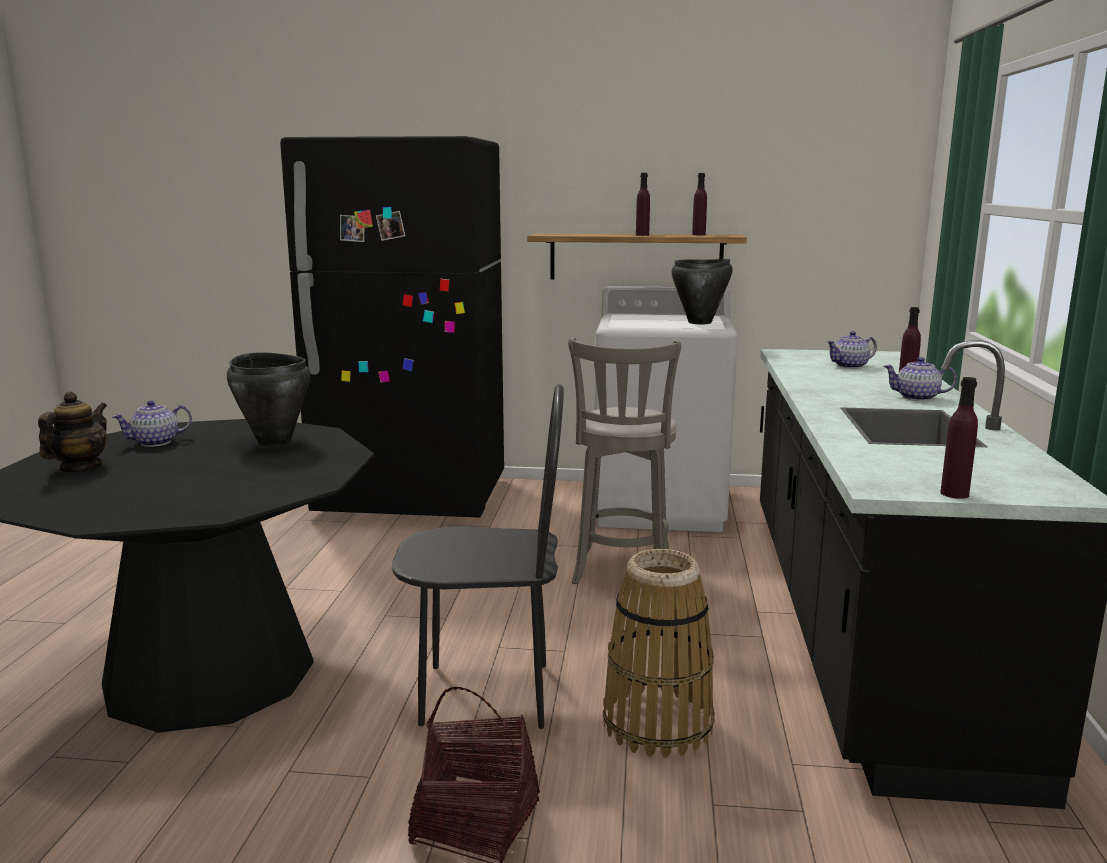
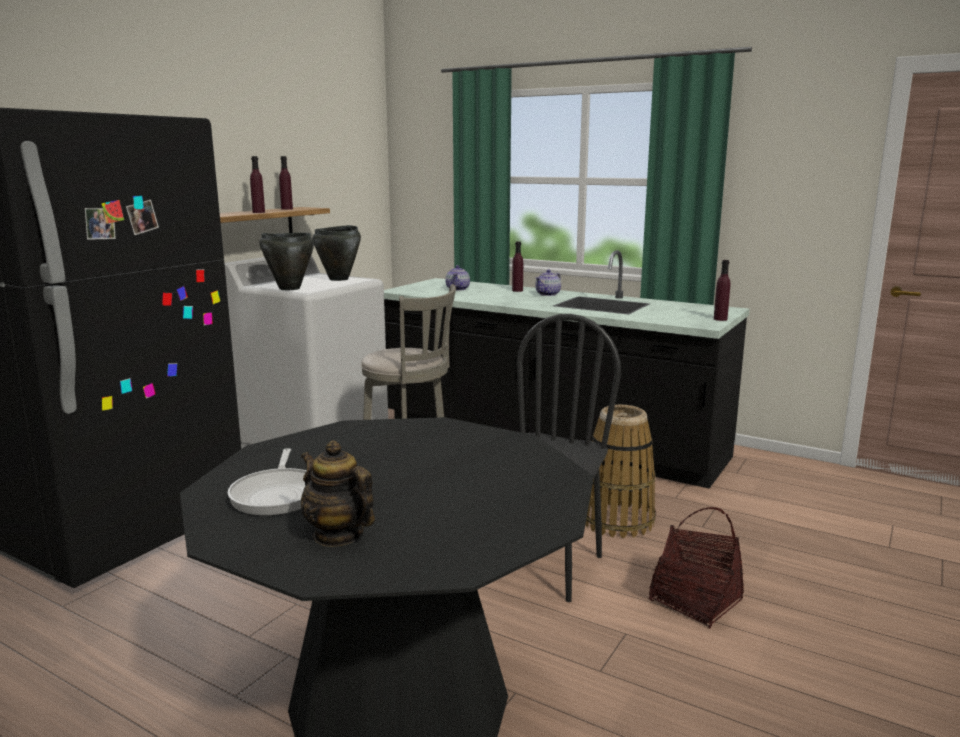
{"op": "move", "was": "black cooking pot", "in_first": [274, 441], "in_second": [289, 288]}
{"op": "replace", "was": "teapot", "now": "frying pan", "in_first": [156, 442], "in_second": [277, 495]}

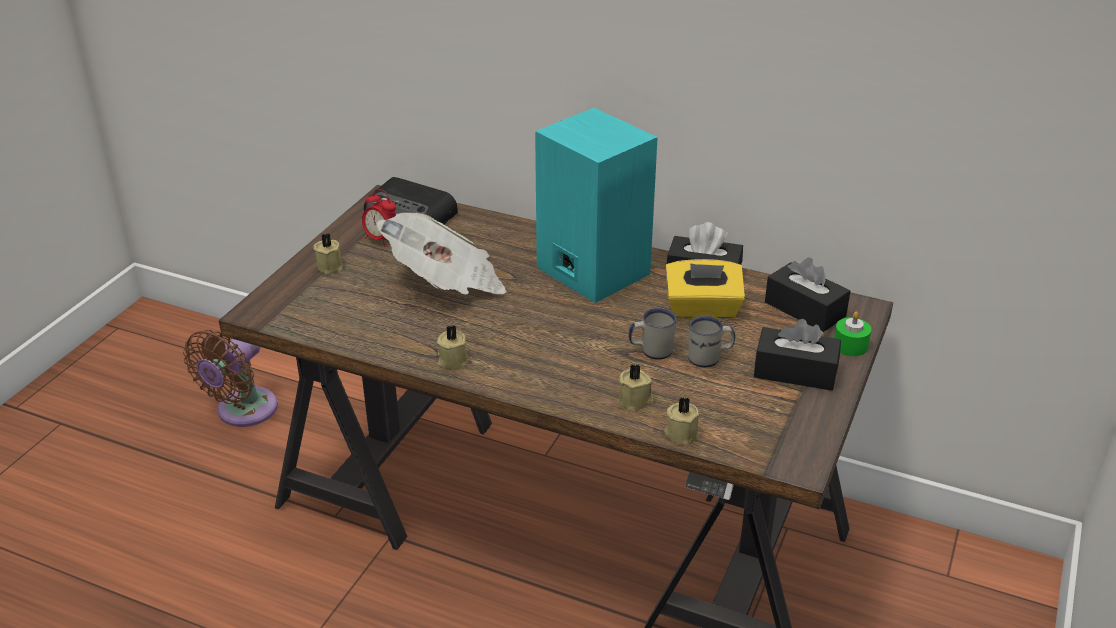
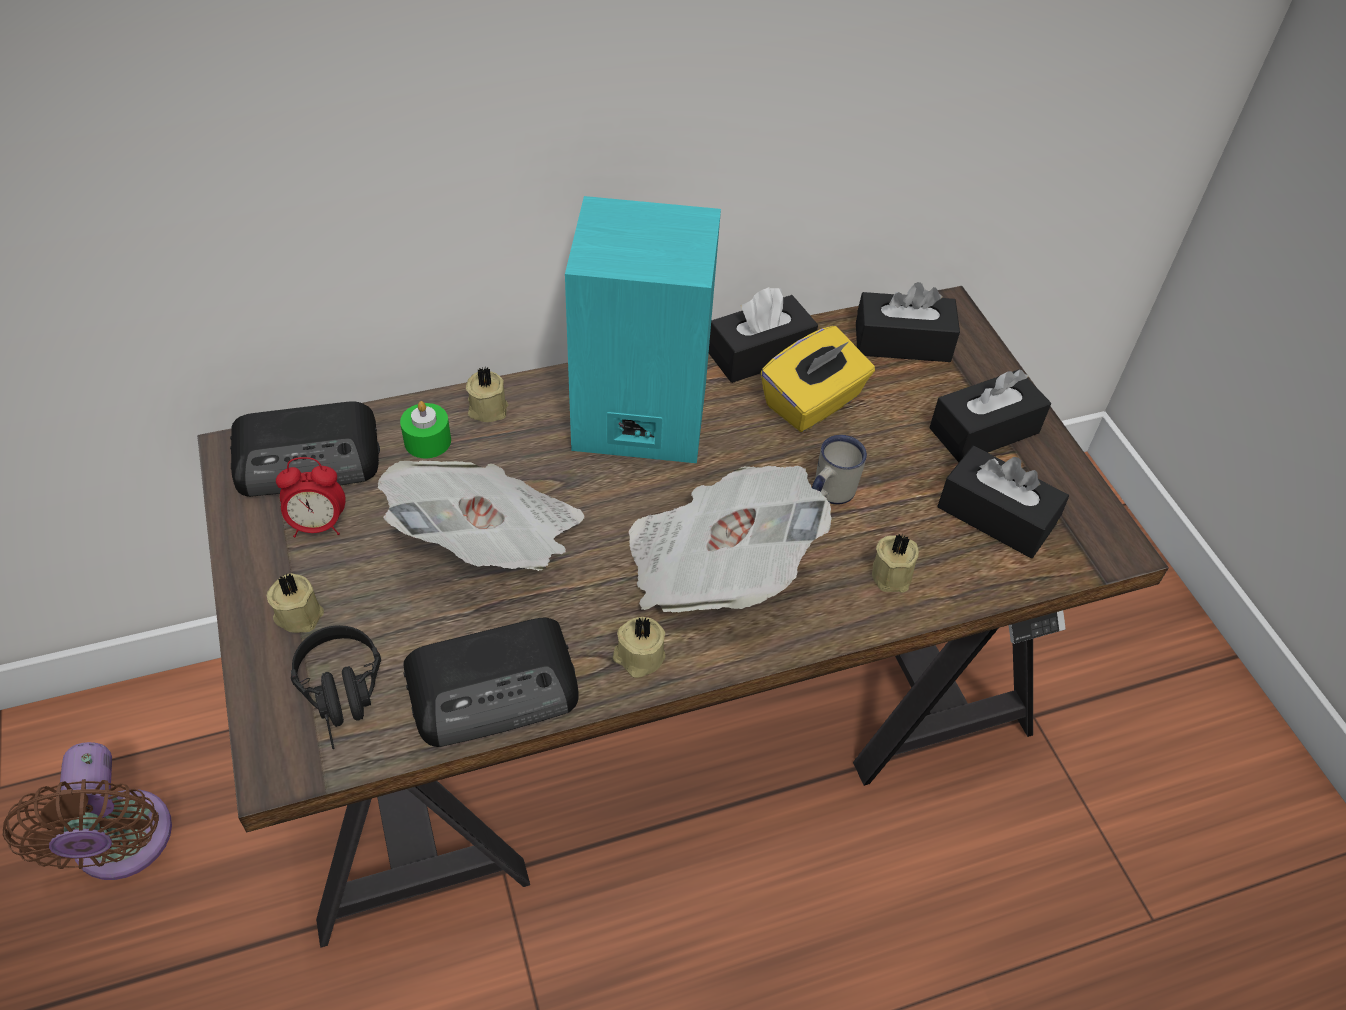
{"op": "delete", "was": "white mug", "in_first": [709, 358]}
{"op": "insert", "now": "black headphones", "in_second": [344, 697]}
{"op": "insert", "now": "radio", "in_second": [496, 688]}
{"op": "insert", "now": "newspaper", "in_second": [716, 568]}
{"op": "insert", "now": "black tissue box", "in_second": [996, 516]}
{"op": "move", "was": "beige candle", "in_first": [682, 433], "in_second": [487, 408]}
{"op": "move", "was": "green candle", "in_first": [850, 345], "in_second": [427, 441]}

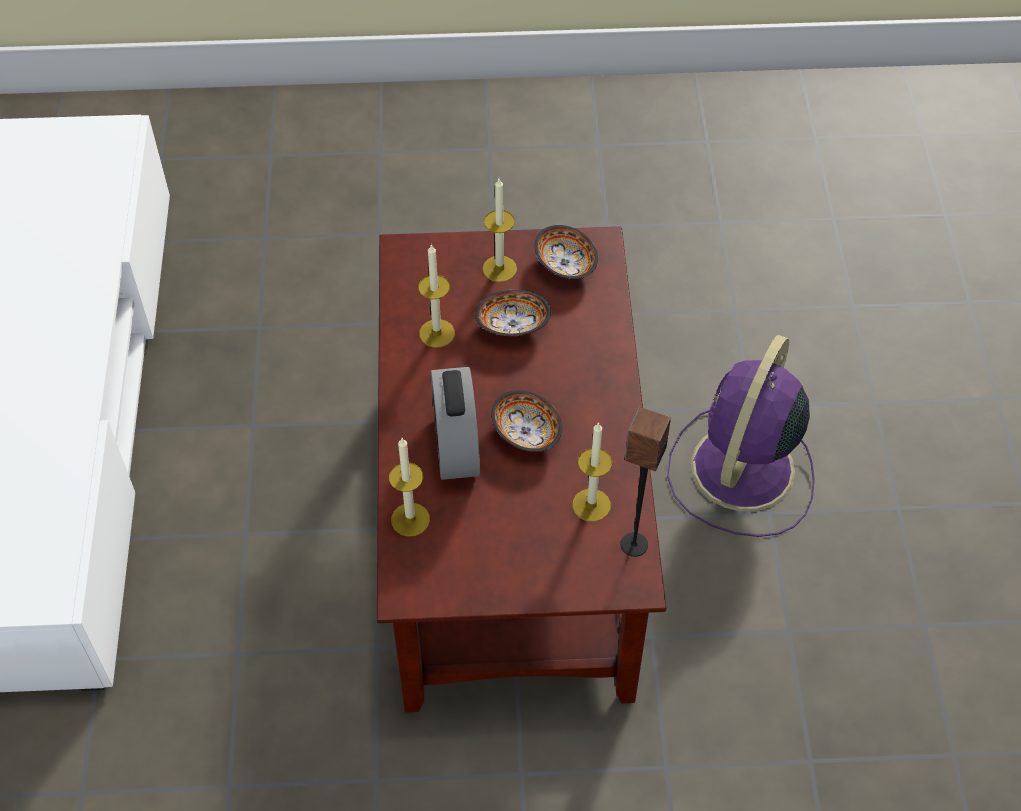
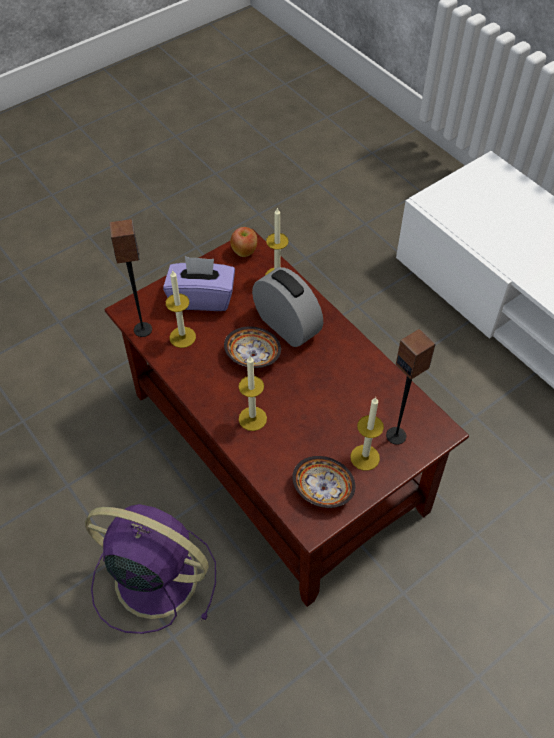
{"op": "delete", "was": "bowl", "in_first": [512, 325]}
{"op": "insert", "now": "purple tissue box", "in_second": [202, 297]}
{"op": "insert", "now": "apple", "in_second": [244, 251]}
{"op": "insert", "now": "speaker", "in_second": [396, 435]}
{"op": "move", "was": "candle", "in_first": [437, 333], "in_second": [252, 418]}
{"op": "rotate", "was": "purple fan", "in_first": [740, 472], "in_second": [152, 576], "clockwise": -60}

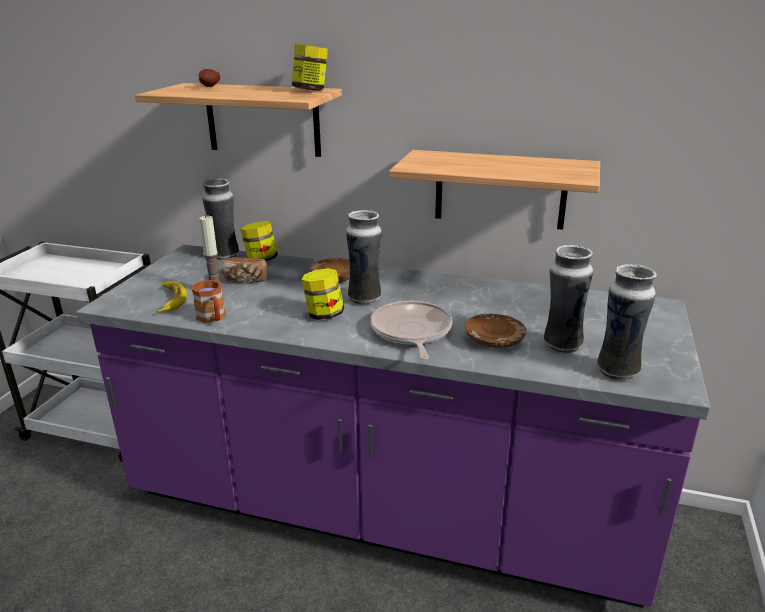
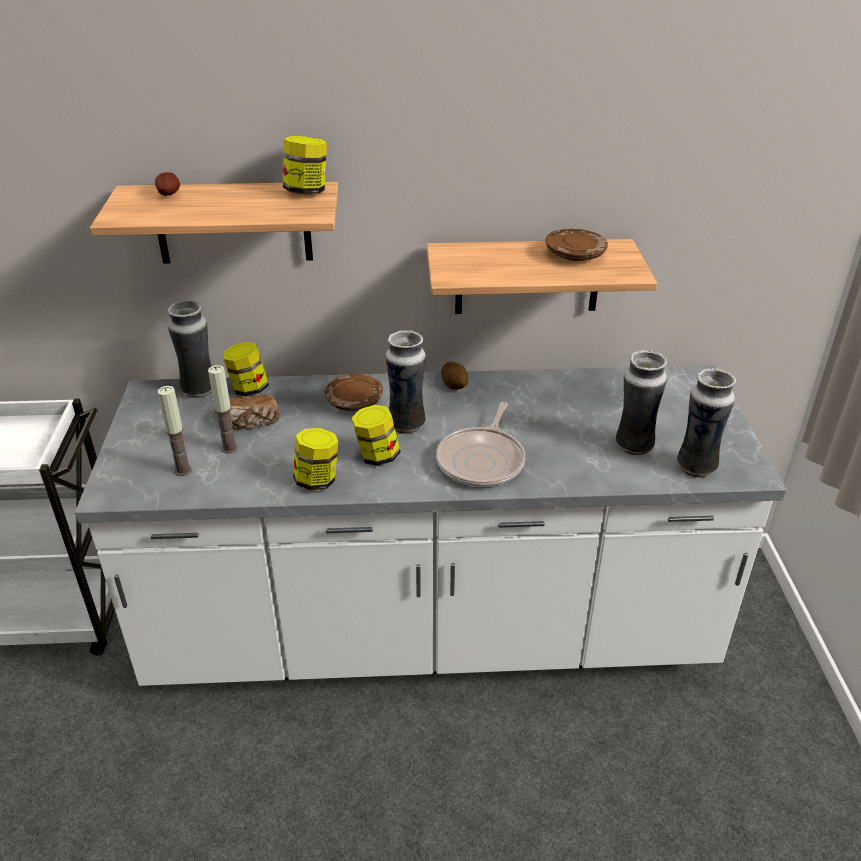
{"op": "delete", "was": "brown mug", "in_first": [213, 318]}
{"op": "insert", "now": "jar", "in_second": [317, 480]}
{"op": "insert", "now": "potato", "in_second": [455, 385]}
{"op": "move", "was": "brown plate", "in_first": [494, 340], "in_second": [575, 254]}
{"op": "replace", "was": "banana", "now": "candle", "in_first": [171, 300], "in_second": [183, 470]}
{"op": "recolor", "was": "purple counter", "now": "white counter", "in_first": [384, 508], "in_second": [430, 630]}
{"op": "rotate", "was": "frying pan", "in_first": [411, 332], "in_second": [482, 460], "clockwise": -135}

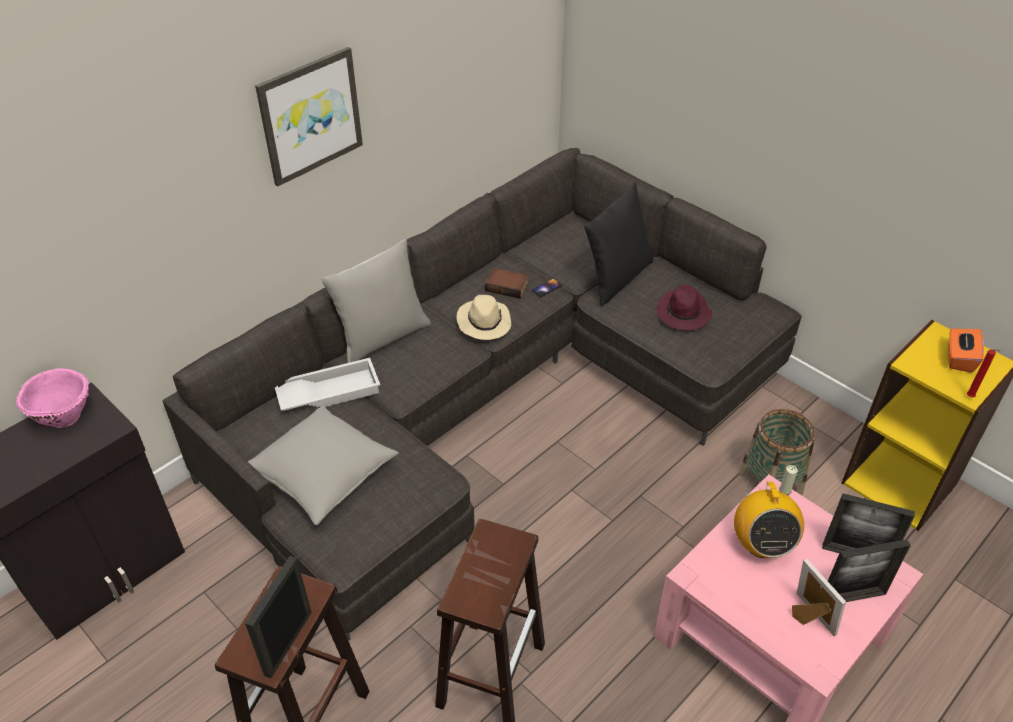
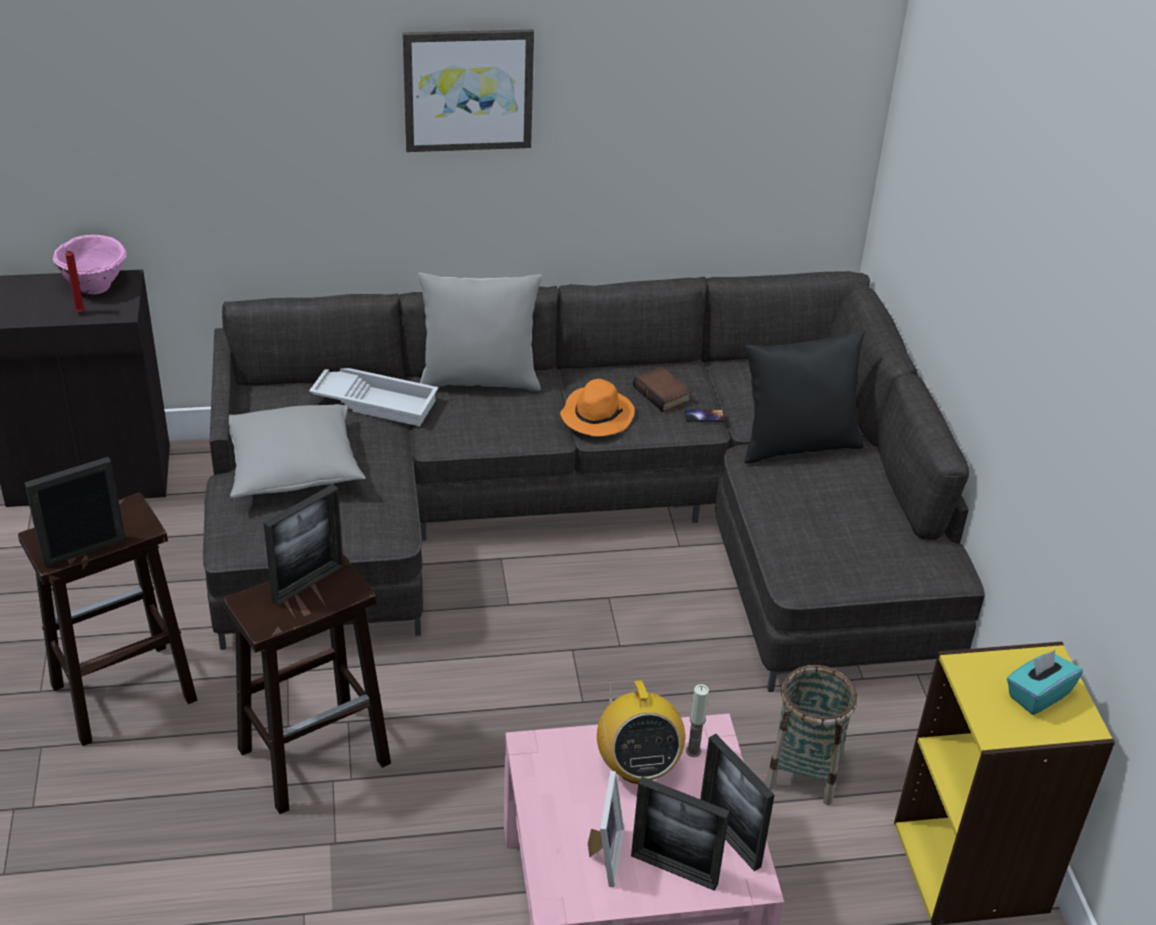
{"op": "delete", "was": "purple hat", "in_first": [683, 314]}
{"op": "insert", "now": "picture frame", "in_second": [308, 583]}
{"op": "move", "was": "red candle", "in_first": [971, 397], "in_second": [79, 313]}
{"op": "recolor", "was": "beige hat", "now": "orange hat", "in_first": [484, 322], "in_second": [596, 415]}
{"op": "recolor", "was": "orange tissue box", "now": "turquoise tissue box", "in_first": [959, 359], "in_second": [1037, 695]}
{"op": "rotate", "was": "radio", "in_first": [761, 544], "in_second": [637, 767], "clockwise": -45}

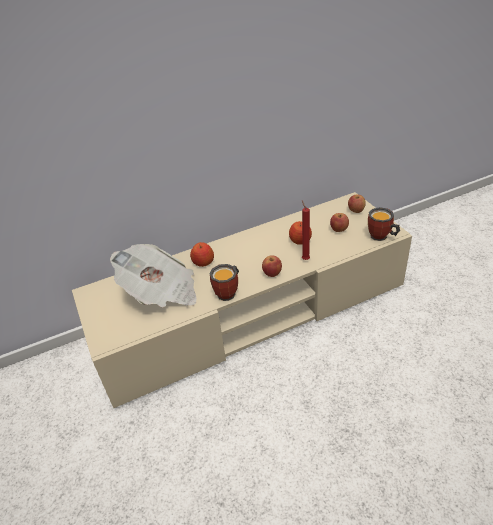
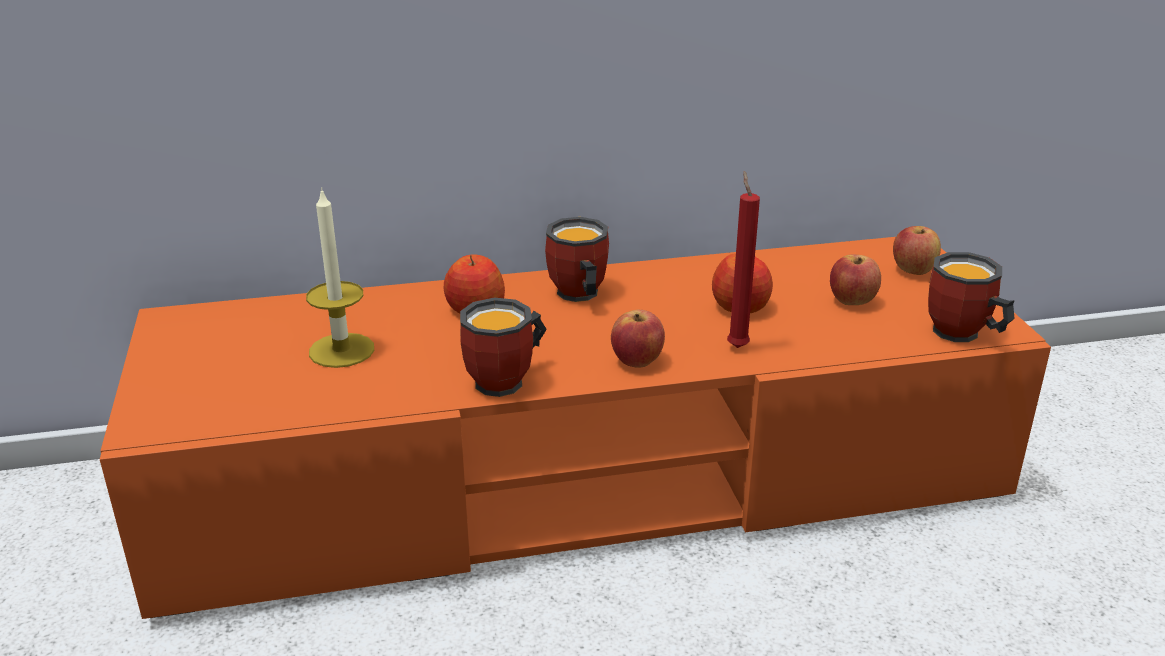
{"op": "insert", "now": "mug", "in_second": [576, 296]}
{"op": "replace", "was": "newspaper", "now": "candle", "in_first": [161, 292], "in_second": [341, 350]}
{"op": "recolor", "was": "beige tv stand", "now": "orange tv stand", "in_first": [251, 313], "in_second": [582, 481]}

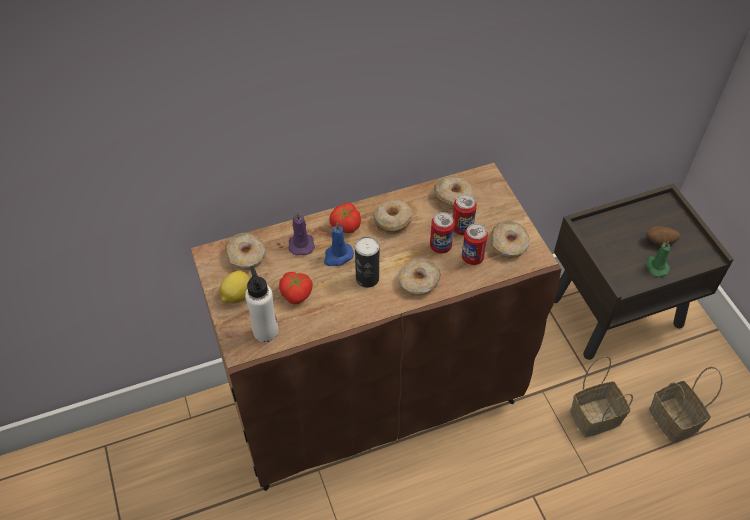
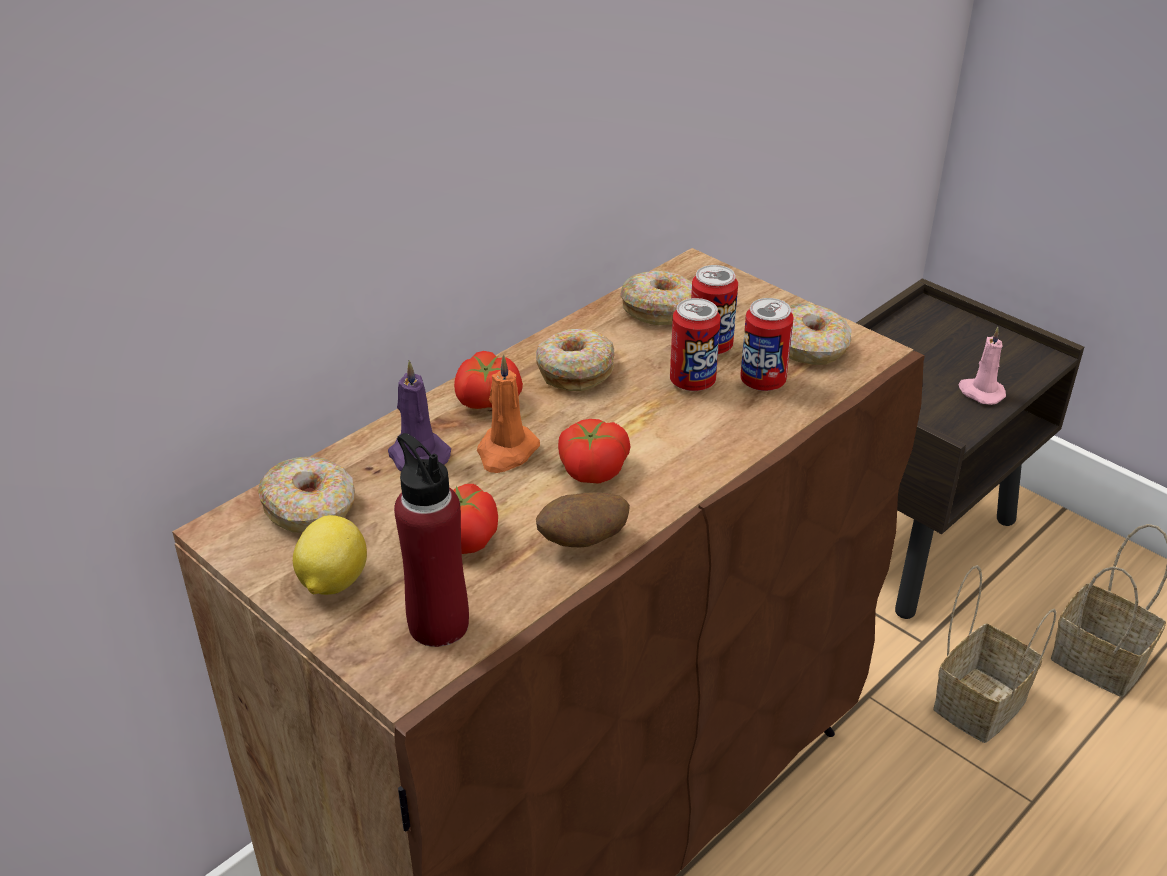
{"op": "delete", "was": "donut", "in_first": [419, 282]}
{"op": "move", "was": "potato", "in_first": [660, 242], "in_second": [583, 542]}
{"op": "replace", "was": "can", "now": "tomato", "in_first": [367, 278], "in_second": [591, 469]}
{"op": "recolor", "was": "white bottle", "now": "red bottle", "in_first": [265, 331], "in_second": [438, 624]}
{"op": "recolor", "was": "blue candle", "now": "orange candle", "in_first": [337, 256], "in_second": [506, 452]}
{"op": "recolor", "was": "green candle", "now": "pink candle", "in_first": [655, 266], "in_second": [980, 392]}

